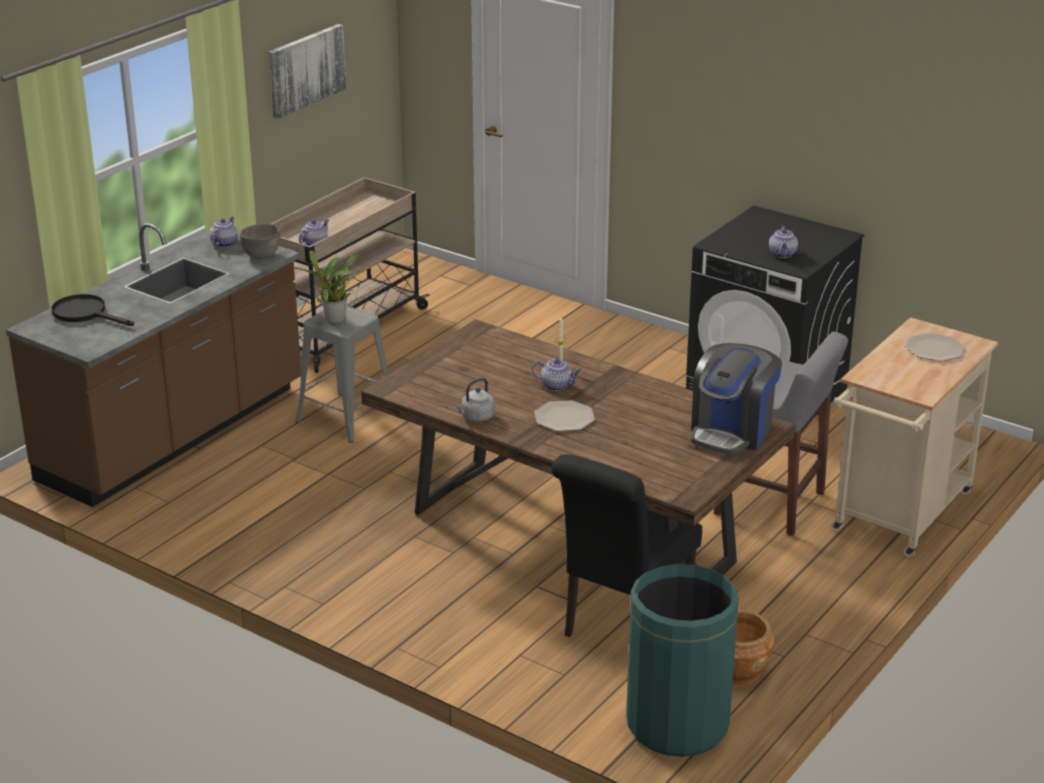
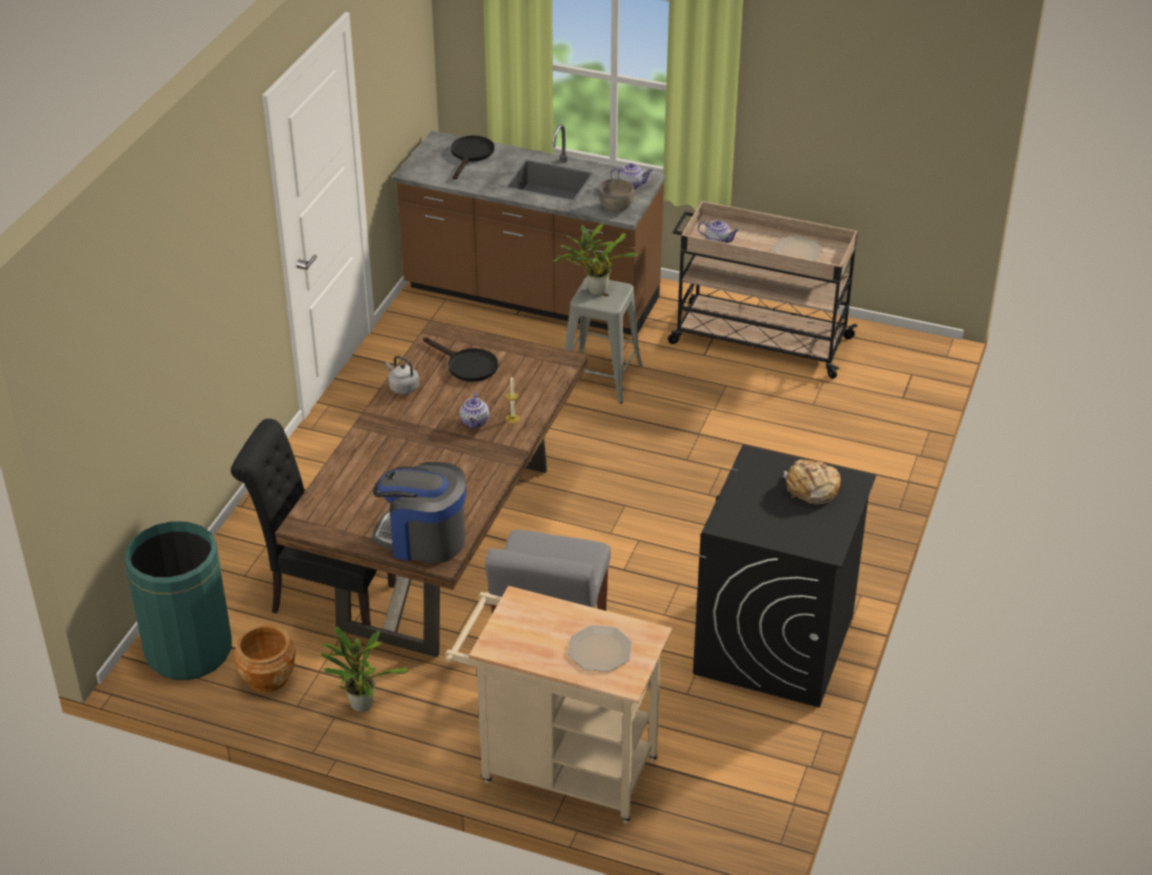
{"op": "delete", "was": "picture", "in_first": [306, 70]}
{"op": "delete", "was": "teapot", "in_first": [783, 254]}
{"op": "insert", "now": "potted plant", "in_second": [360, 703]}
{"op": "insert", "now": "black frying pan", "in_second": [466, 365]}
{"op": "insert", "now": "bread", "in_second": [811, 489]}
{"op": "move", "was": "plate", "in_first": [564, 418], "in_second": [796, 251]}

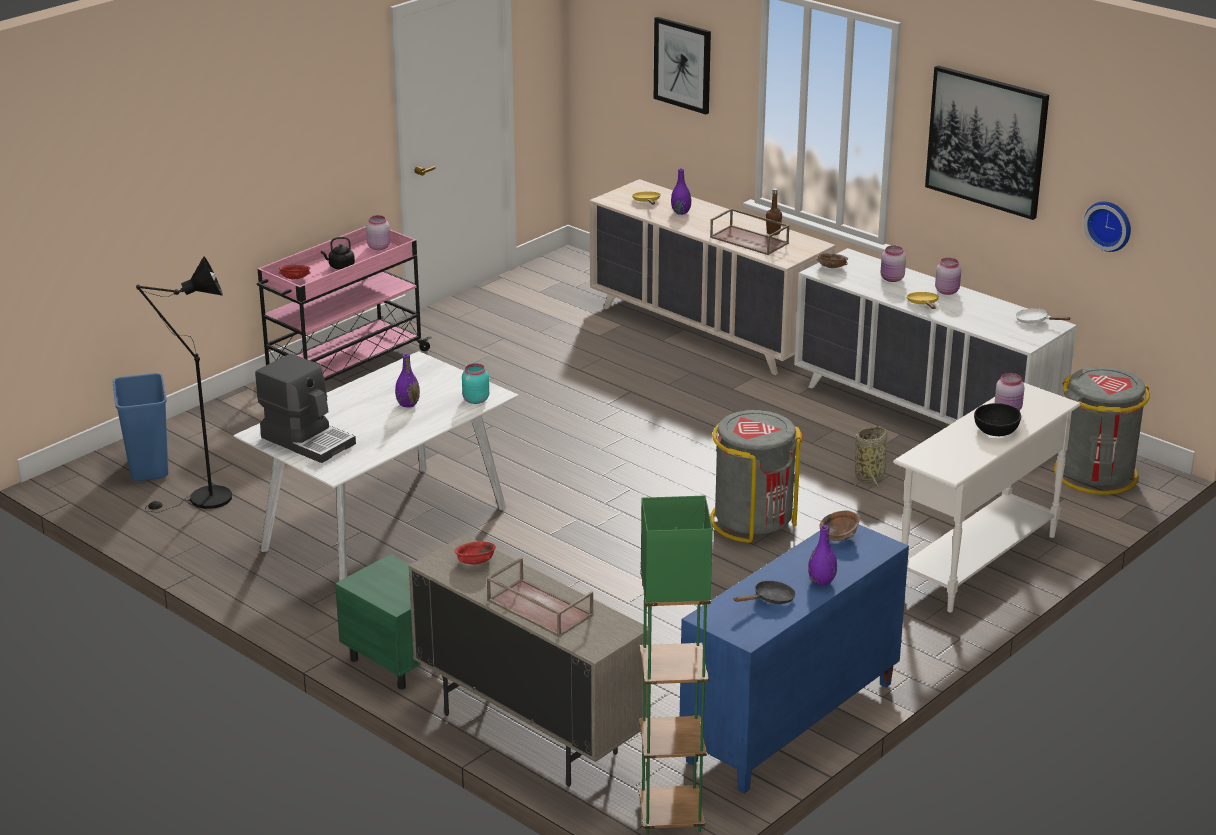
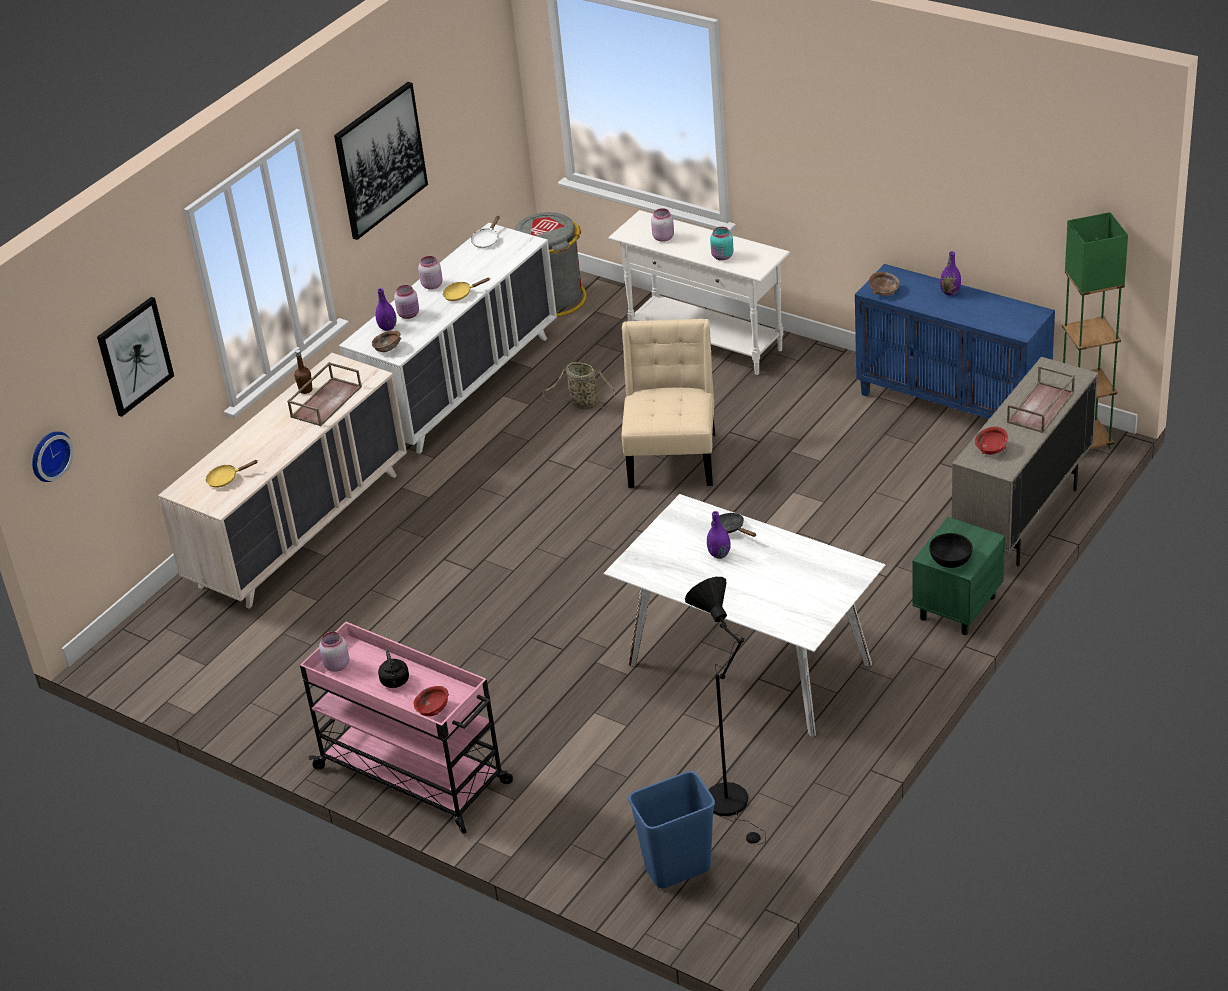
{"op": "delete", "was": "coffee machine", "in_first": [308, 440]}
{"op": "move", "was": "turquoise jar", "in_first": [475, 400], "in_second": [722, 256]}
{"op": "move", "was": "purple vase", "in_first": [681, 212], "in_second": [387, 327]}
{"op": "move", "was": "black frying pan", "in_first": [770, 599], "in_second": [730, 529]}
{"op": "move", "was": "black bowl", "in_first": [996, 430], "in_second": [951, 559]}
{"op": "move", "was": "wall clock", "in_first": [1109, 225], "in_second": [48, 455]}
{"op": "replace", "was": "grey trash can", "now": "beige chair", "in_first": [752, 520], "in_second": [673, 455]}

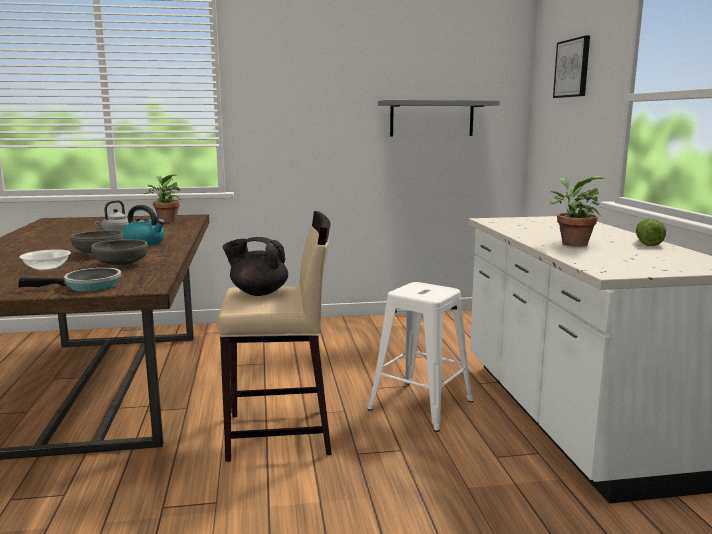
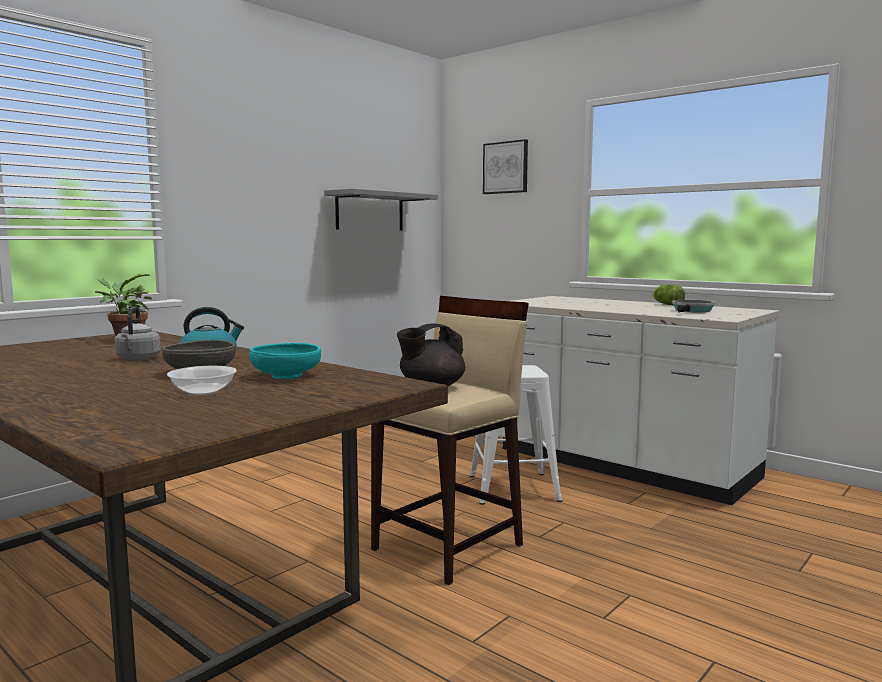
{"op": "delete", "was": "potted plant", "in_first": [571, 243]}
{"op": "move", "was": "frying pan", "in_first": [88, 286], "in_second": [692, 311]}
{"op": "recolor", "was": "grey bowl", "now": "turquoise bowl", "in_first": [121, 265], "in_second": [286, 376]}

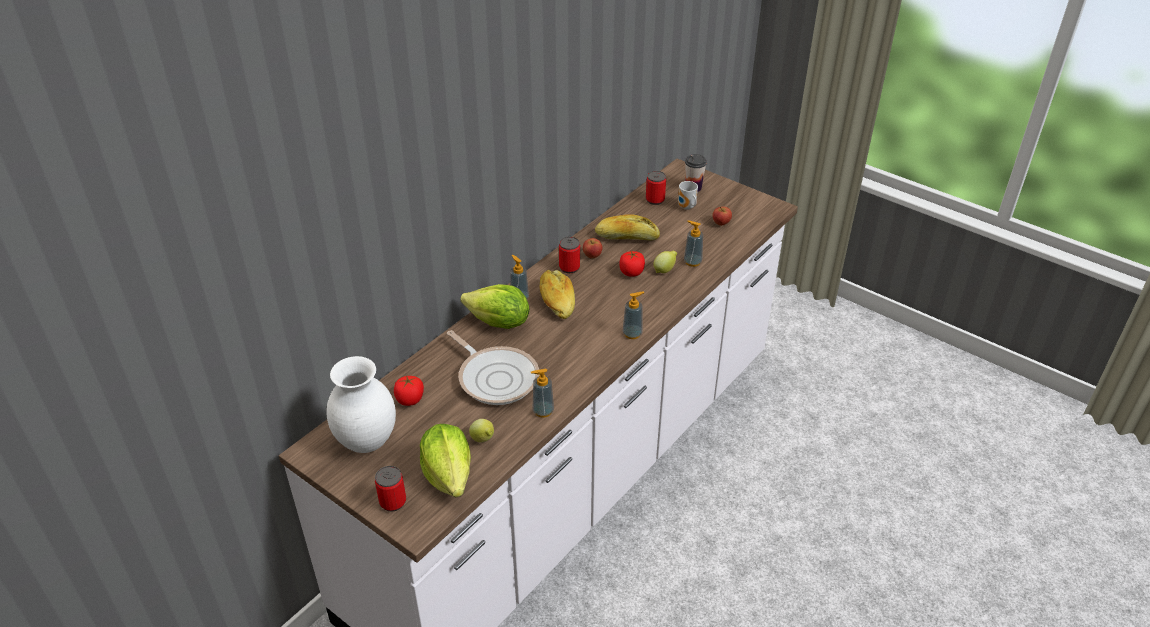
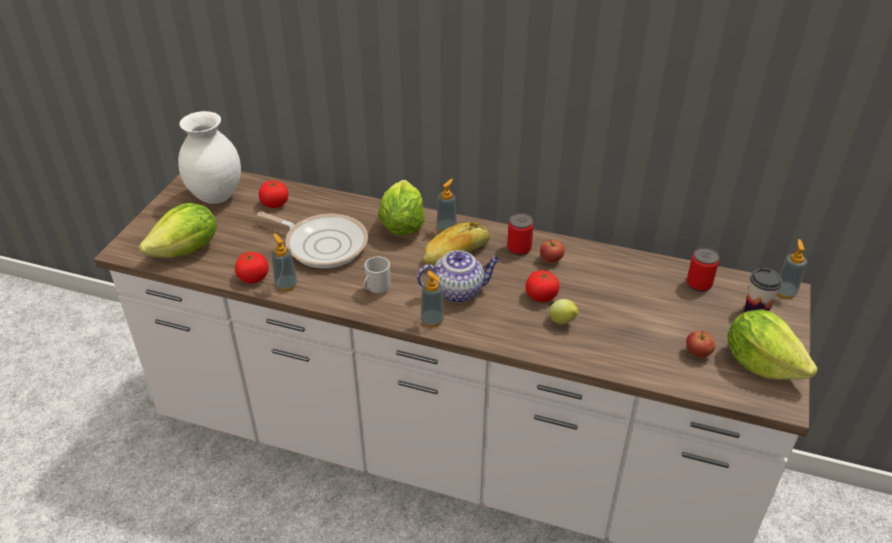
{"op": "delete", "was": "can", "in_first": [393, 502]}
{"op": "delete", "was": "lemon", "in_first": [483, 440]}
{"op": "delete", "was": "bread", "in_first": [626, 237]}
{"op": "insert", "now": "tomato", "in_second": [253, 277]}
{"op": "insert", "now": "teapot", "in_second": [459, 291]}
{"op": "insert", "now": "lettuce", "in_second": [761, 364]}
{"op": "move", "was": "mug", "in_first": [686, 207], "in_second": [376, 290]}
{"op": "move", "was": "soap dispenser", "in_first": [692, 262], "in_second": [785, 292]}
{"op": "rotate", "was": "frying pan", "in_first": [496, 377], "in_second": [323, 244], "clockwise": -90}

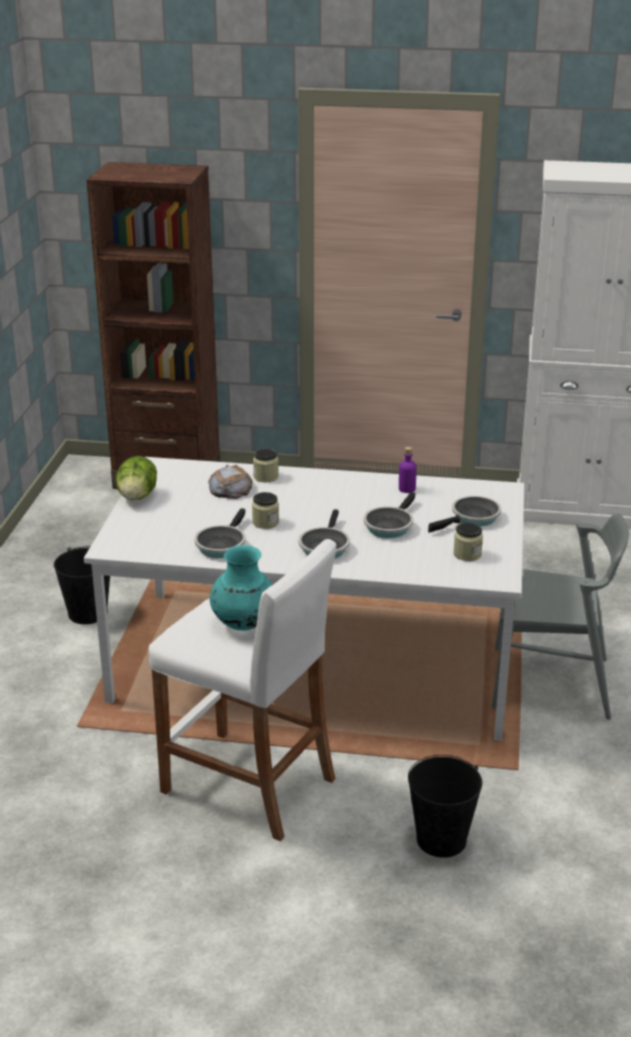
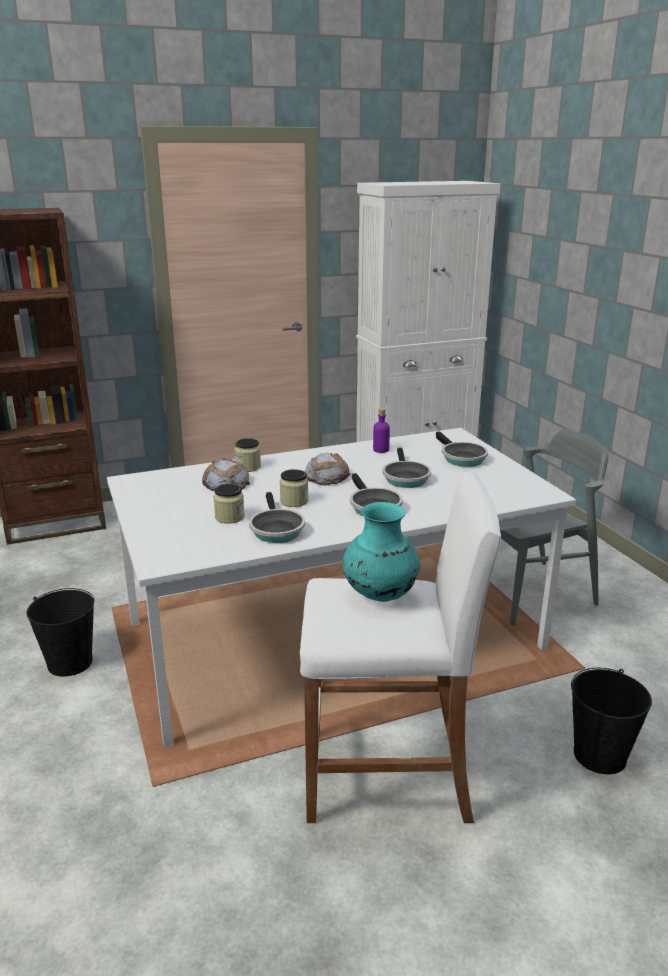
{"op": "delete", "was": "lettuce", "in_first": [137, 497]}
{"op": "insert", "now": "bread", "in_second": [326, 476]}
{"op": "move", "was": "jar", "in_first": [467, 554], "in_second": [229, 517]}
{"op": "rotate", "was": "frying pan", "in_first": [472, 518], "in_second": [461, 458], "clockwise": 135}

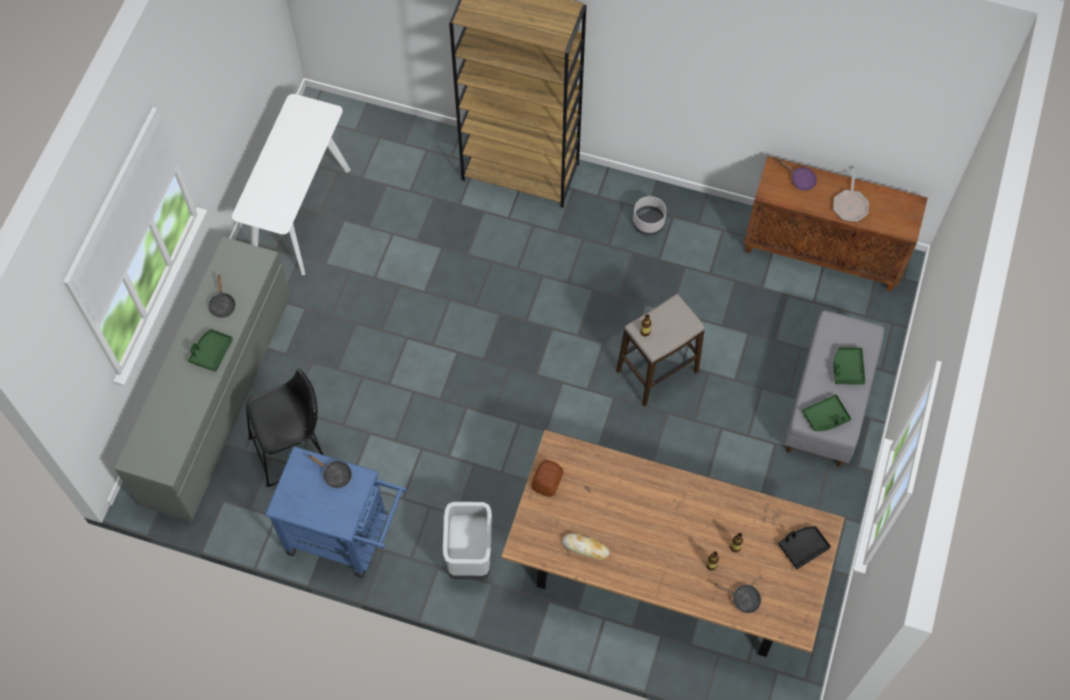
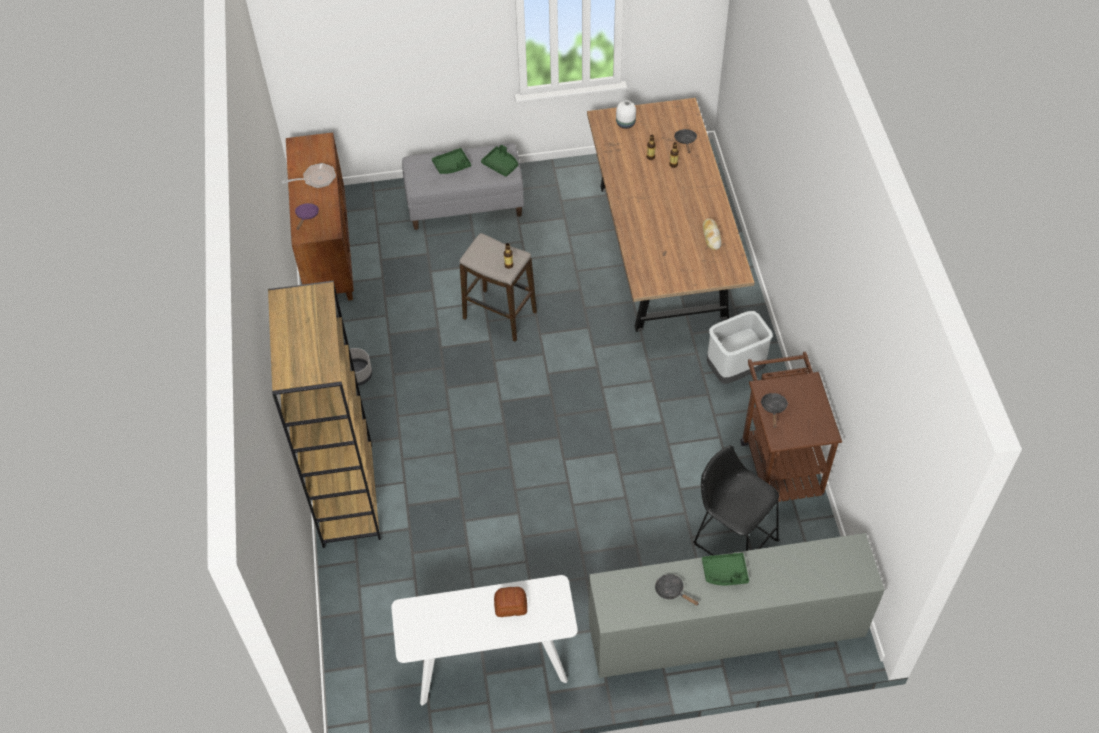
{"op": "move", "was": "bread", "in_first": [548, 481], "in_second": [510, 606]}
{"op": "replace", "was": "black tray", "now": "white vase", "in_first": [802, 547], "in_second": [625, 123]}
{"op": "recolor", "was": "blue cart", "now": "brown cart", "in_first": [346, 536], "in_second": [778, 460]}
{"op": "rotate", "was": "black frying pan", "in_first": [222, 304], "in_second": [672, 591], "clockwise": -105}

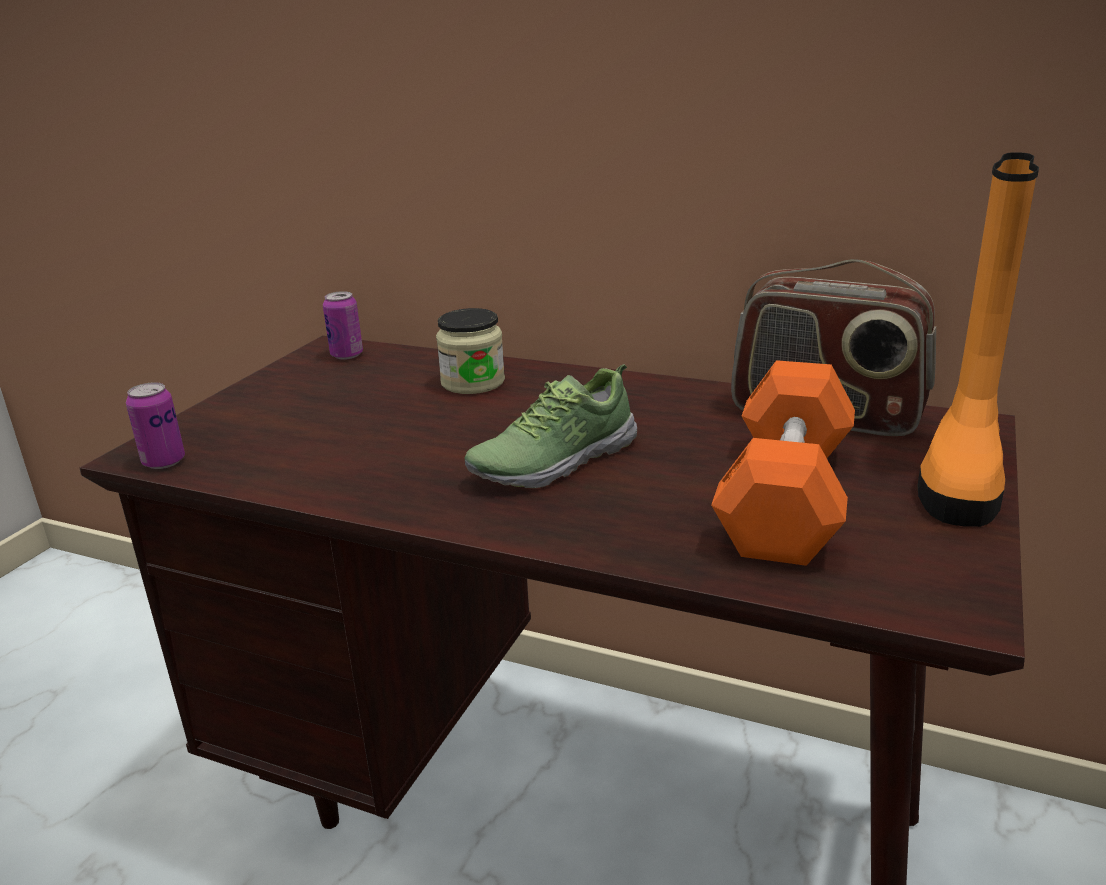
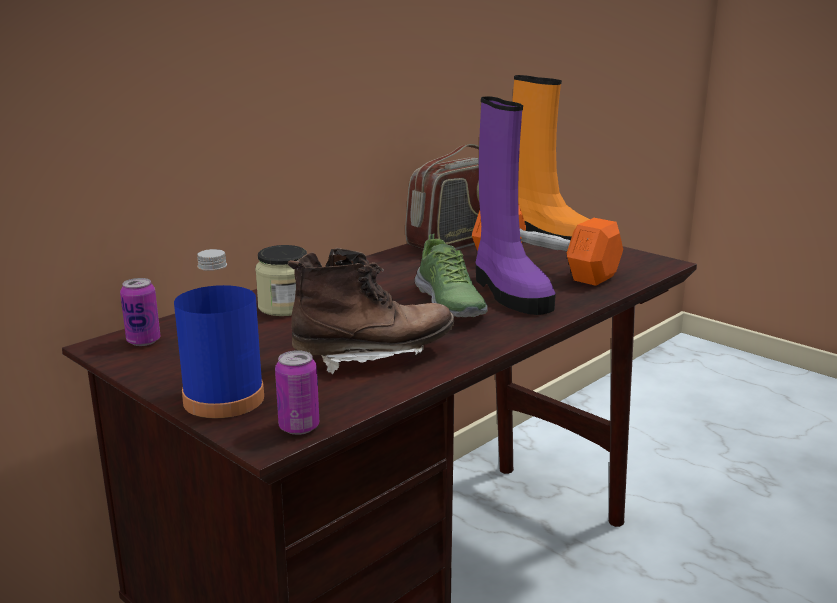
{"op": "insert", "now": "blue bottle", "in_second": [224, 399]}
{"op": "insert", "now": "brown boot", "in_second": [373, 356]}
{"op": "insert", "now": "purple boot", "in_second": [509, 292]}

